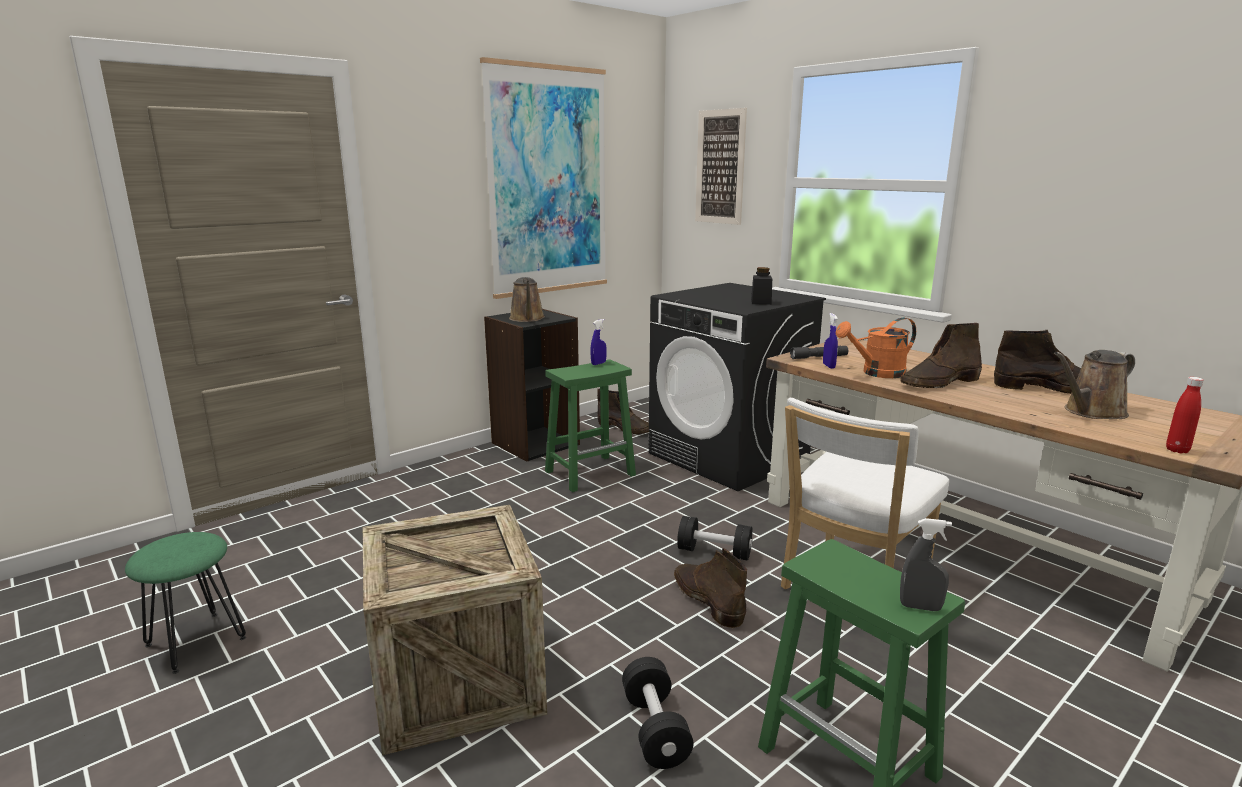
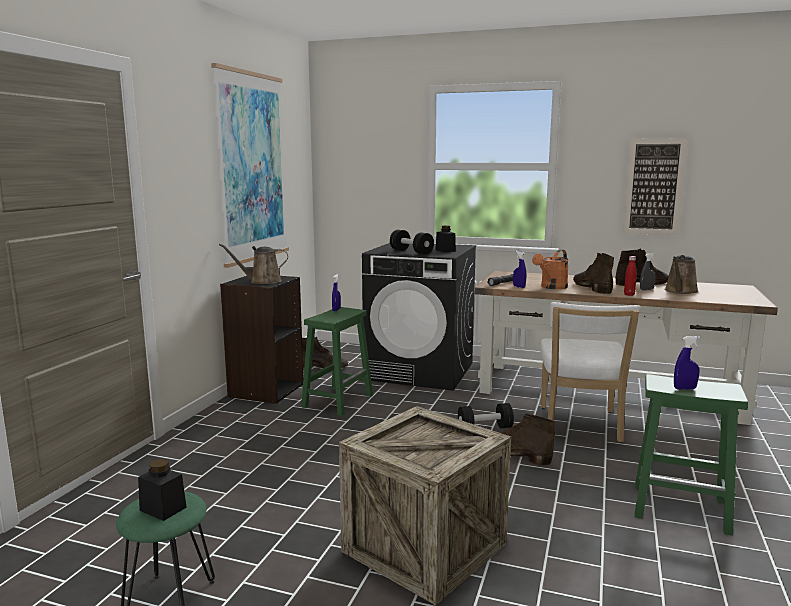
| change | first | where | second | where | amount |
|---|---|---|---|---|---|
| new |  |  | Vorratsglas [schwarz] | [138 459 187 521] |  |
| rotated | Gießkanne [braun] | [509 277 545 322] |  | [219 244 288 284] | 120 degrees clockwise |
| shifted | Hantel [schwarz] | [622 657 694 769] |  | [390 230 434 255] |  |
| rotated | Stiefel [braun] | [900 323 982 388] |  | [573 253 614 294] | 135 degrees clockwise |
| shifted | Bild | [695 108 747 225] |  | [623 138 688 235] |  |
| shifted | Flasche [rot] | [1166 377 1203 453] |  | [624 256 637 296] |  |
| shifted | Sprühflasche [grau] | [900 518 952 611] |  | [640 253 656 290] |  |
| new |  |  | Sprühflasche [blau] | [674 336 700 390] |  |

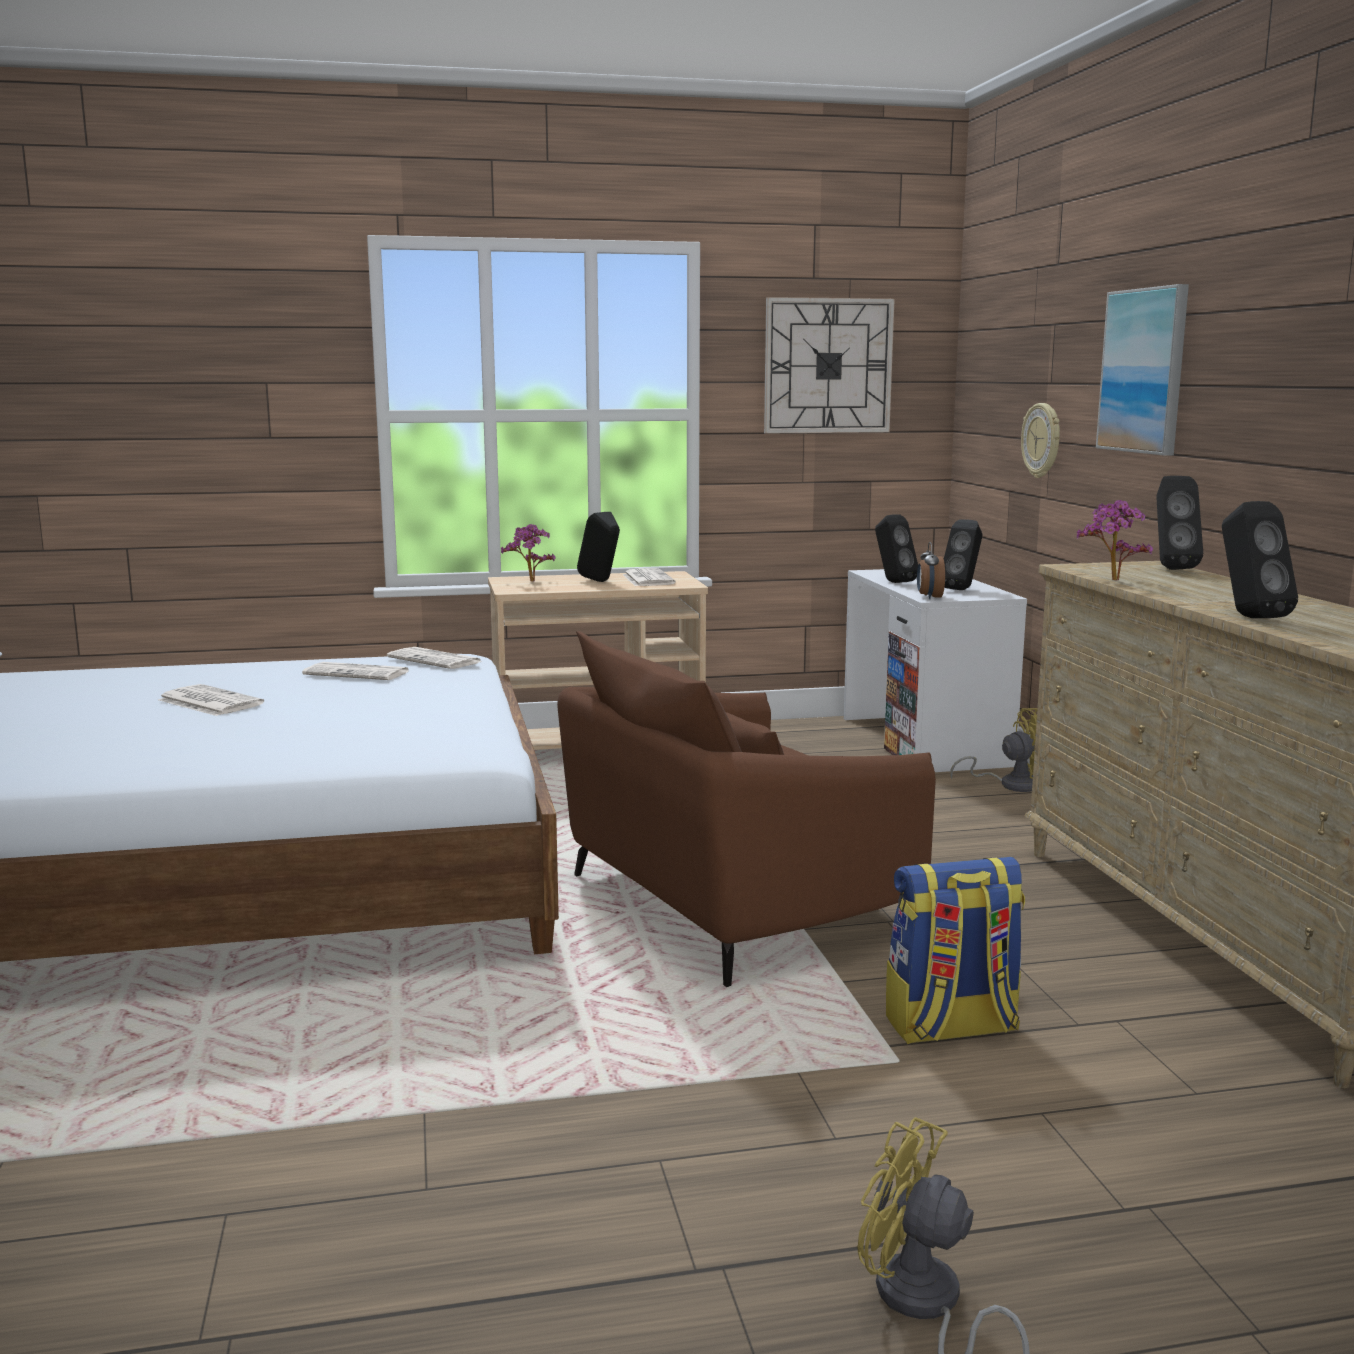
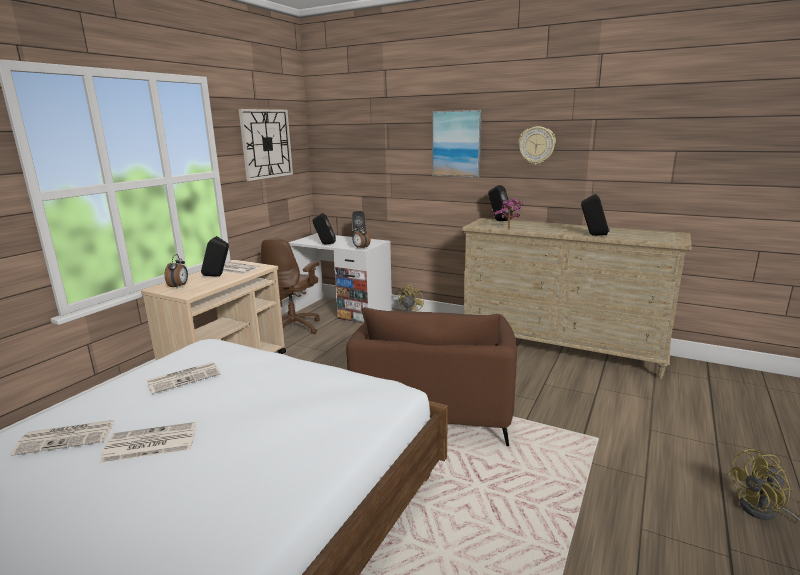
| change | first | where | second | where | amount |
|---|---|---|---|---|---|
| shifted | Zeitung | [387 647 482 669] |  | [10 420 115 456] |  |
| swapped | Topfpflanze | [501 524 556 582] | Wecker | [164 254 188 288] |  |
| new |  |  | Bürostuhl [braun] | [261 238 320 334] |  |
| shifted | Wanduhr | [1021 403 1060 478] |  | [518 126 556 165] |  |
| gone | Rucksack | [886 857 1025 1044] |  |  |  |

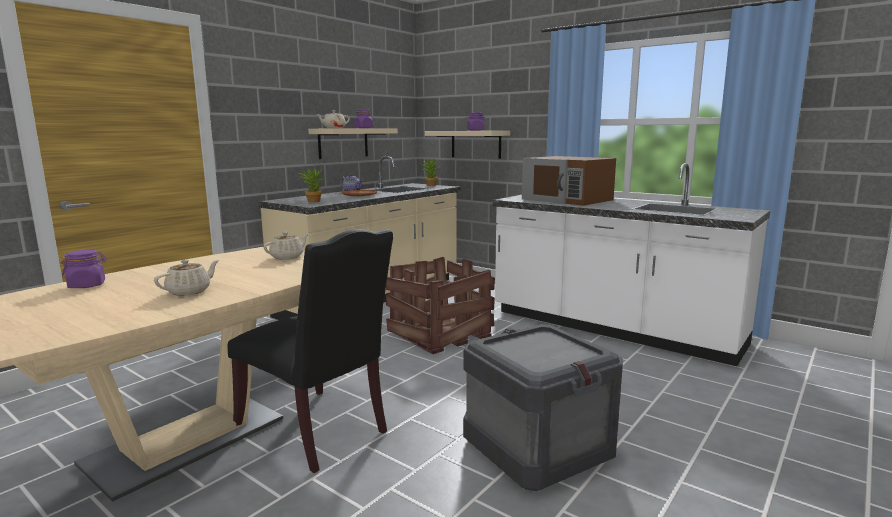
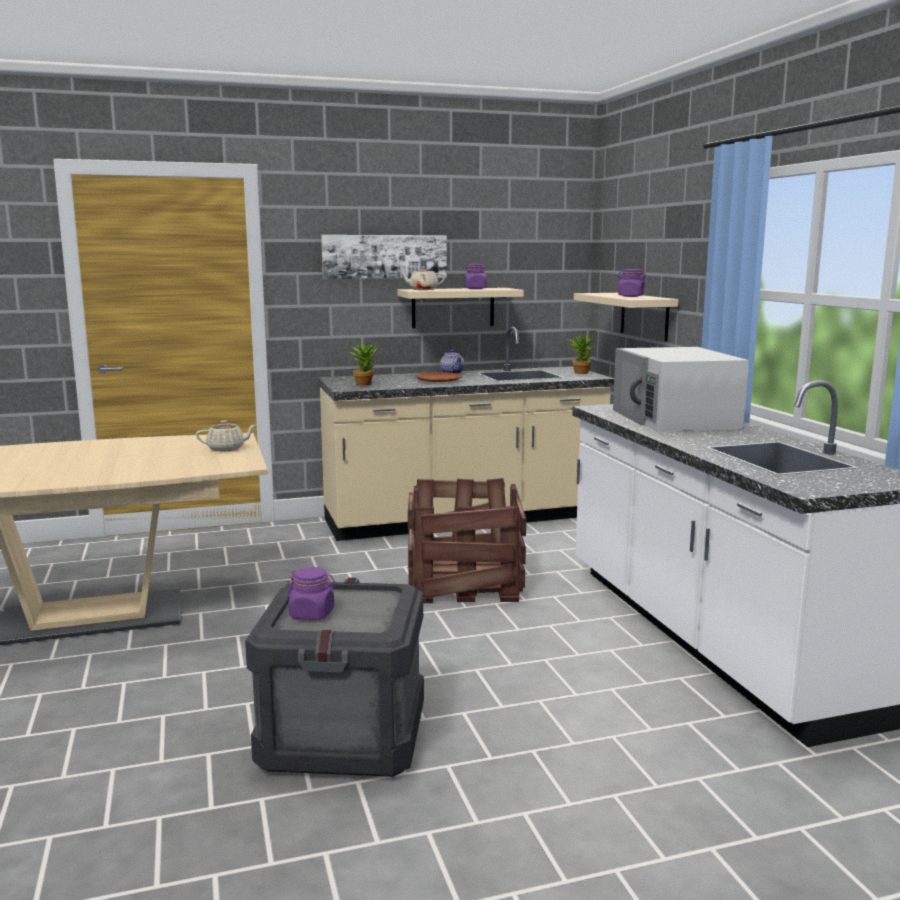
| change | first | where | second | where | amount |
|---|---|---|---|---|---|
| shifted | Vorratsglas [lila] | [61 250 107 288] |  | [287 567 336 620] |  |
| new |  |  | Bild | [321 235 447 279] |  |
| repainted | Mikrowelle [braun] | [522 156 616 206] | Mikrowelle [weiß] | [613 347 749 432] |  |
| gone | Teekanne [beige] | [154 260 219 296] |  |  |  |
| gone | Stuhl [schwarz] | [228 229 393 473] |  |  |  |

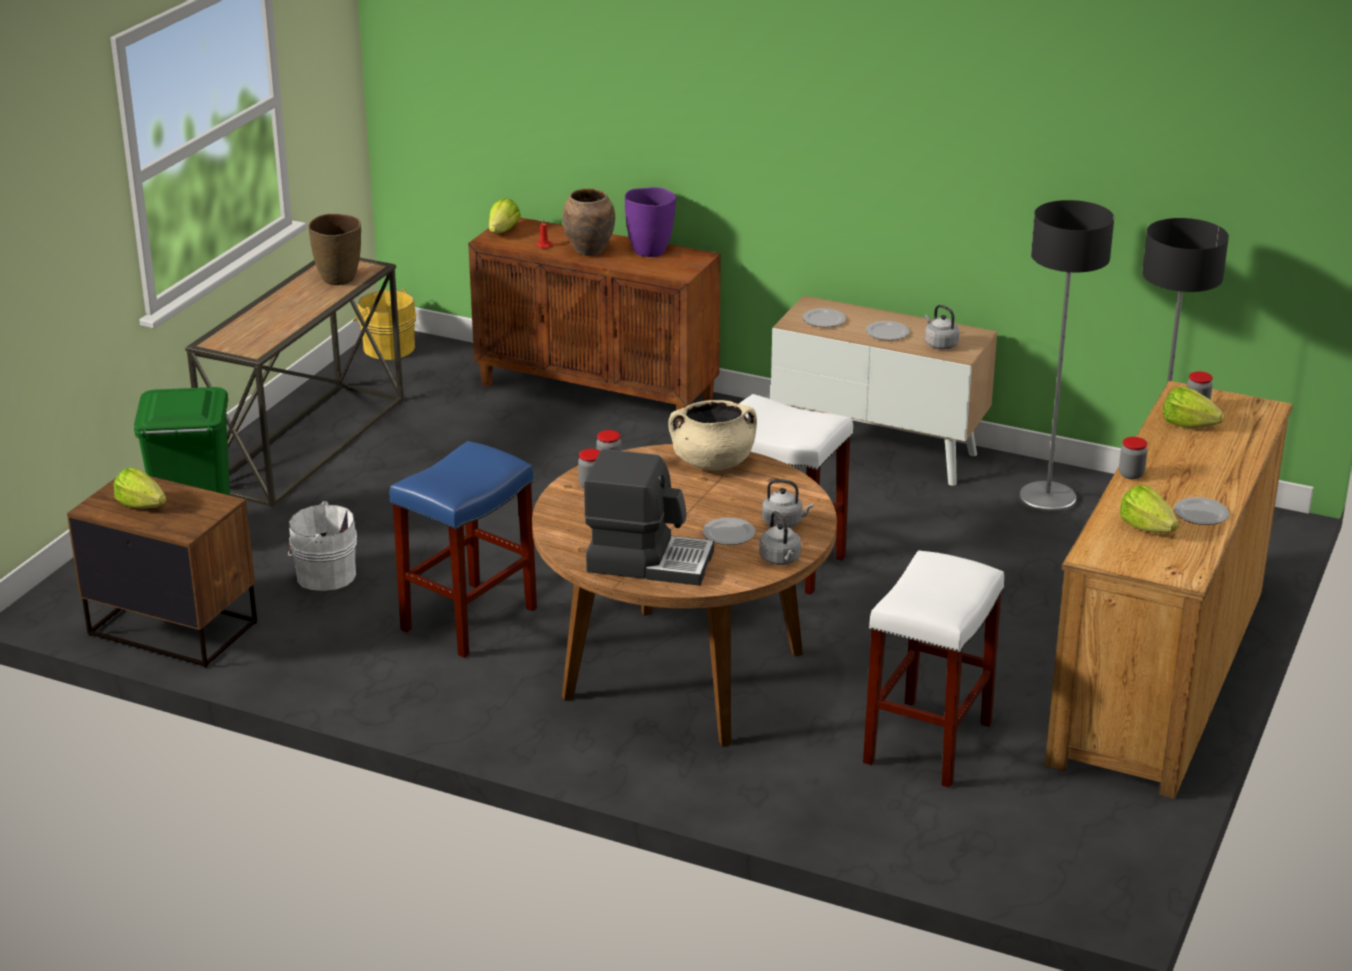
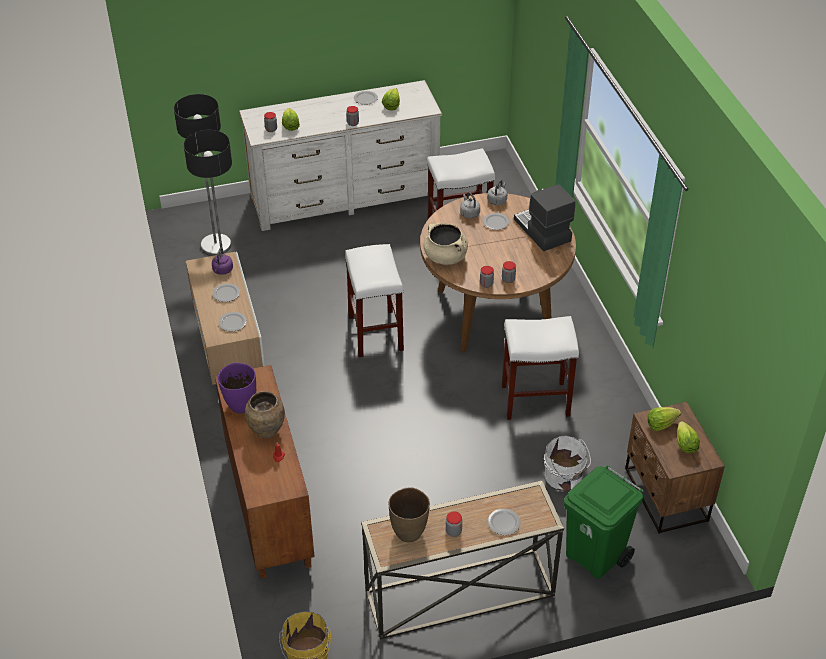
| change | first | where | second | where | amount |
|---|---|---|---|---|---|
| repainted | Wasserkessel [grau] | [925 305 959 350] | Wasserkessel [lila] | [212 248 233 275] |  |
| repainted | Kommode [braun] | [1045 381 1293 799] | Kommode [weiß] | [239 80 442 231] |  |
| new |  |  | Vorratsglas | [446 511 462 537] |  |
| new |  |  | Teller | [488 509 521 535] |  |
| repainted | Hocker [blau] | [389 441 537 658] | Hocker [weiß] | [502 316 579 420] |  |
| shifted | Salatkopf | [489 198 521 233] |  | [648 407 681 431] |  |

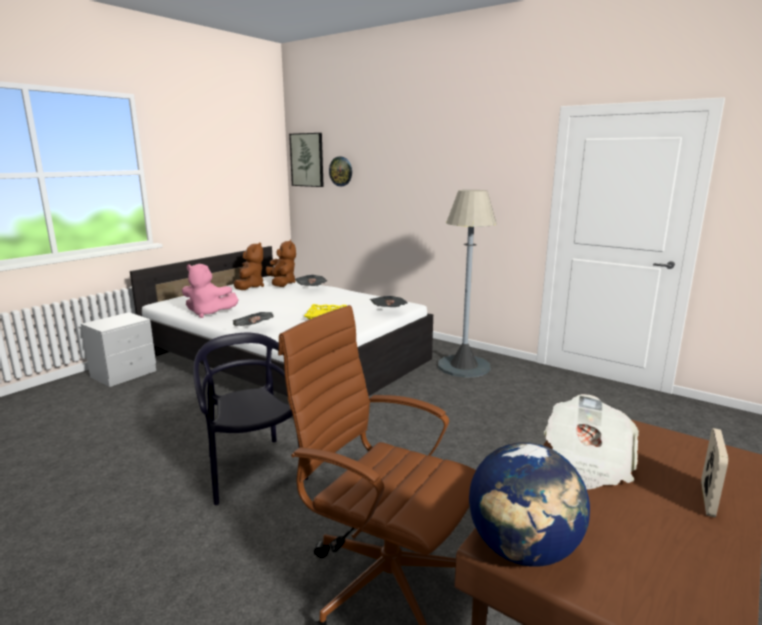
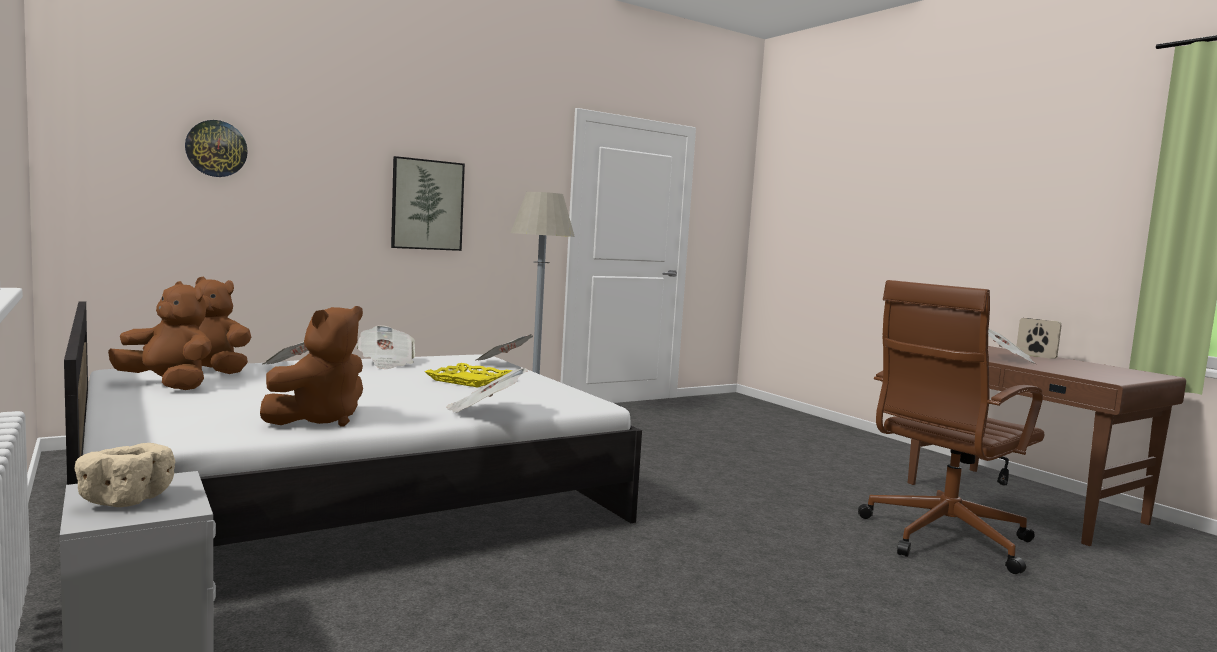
| change | first | where | second | where | amount |
|---|---|---|---|---|---|
| new |  |  | Schüssel [beige] | [75 443 175 507] |  |
| repainted | Plüschtier [rosa] | [182 264 238 318] | Plüschtier [braun] | [260 306 363 427] |  |
| new |  |  | Zeitung | [356 325 415 369] |  |
| shifted | Bild | [289 133 324 187] |  | [391 156 465 251] |  |
| gone | Stuhl [schwarz] | [193 333 308 505] |  |  |  |
| gone | Globus | [469 442 590 567] |  |  |  |

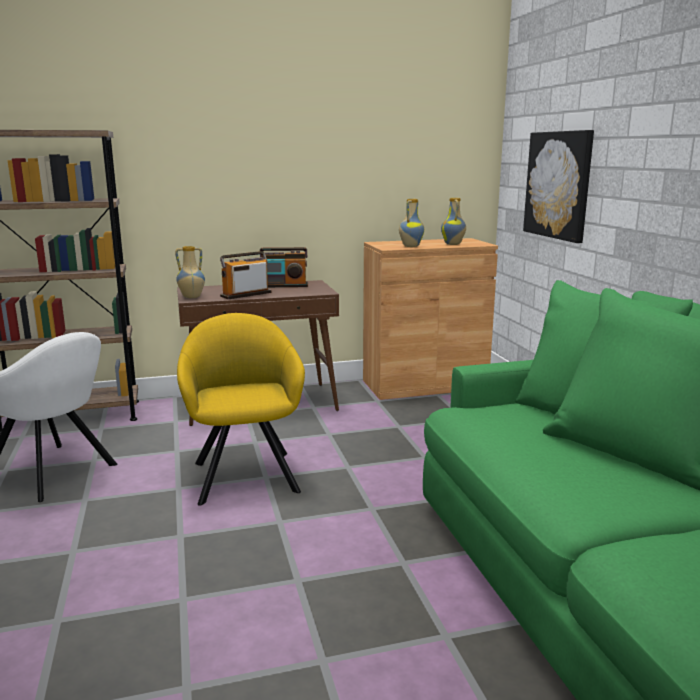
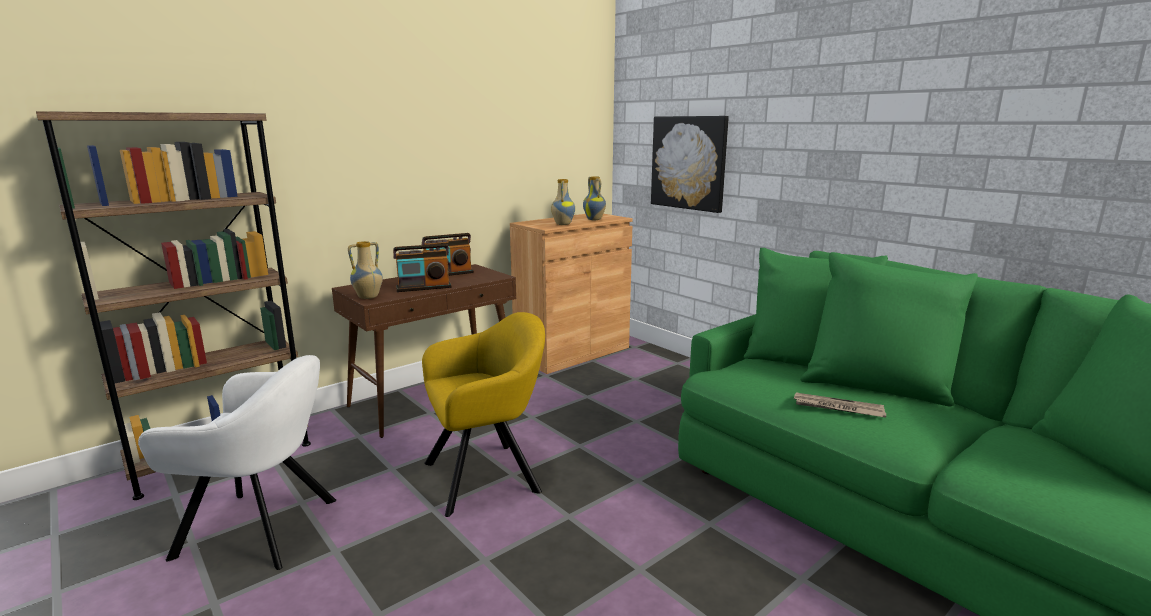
| change | first | where | second | where | amount |
|---|---|---|---|---|---|
| rotated | Radio | [220 251 272 299] |  | [393 244 452 292] | 135 degrees counterclockwise |
| rotated | Sessel [gelb] | [177 313 305 506] |  | [422 312 545 517] | 105 degrees clockwise |
| new |  |  | Zeitung | [793 393 886 418] |  |

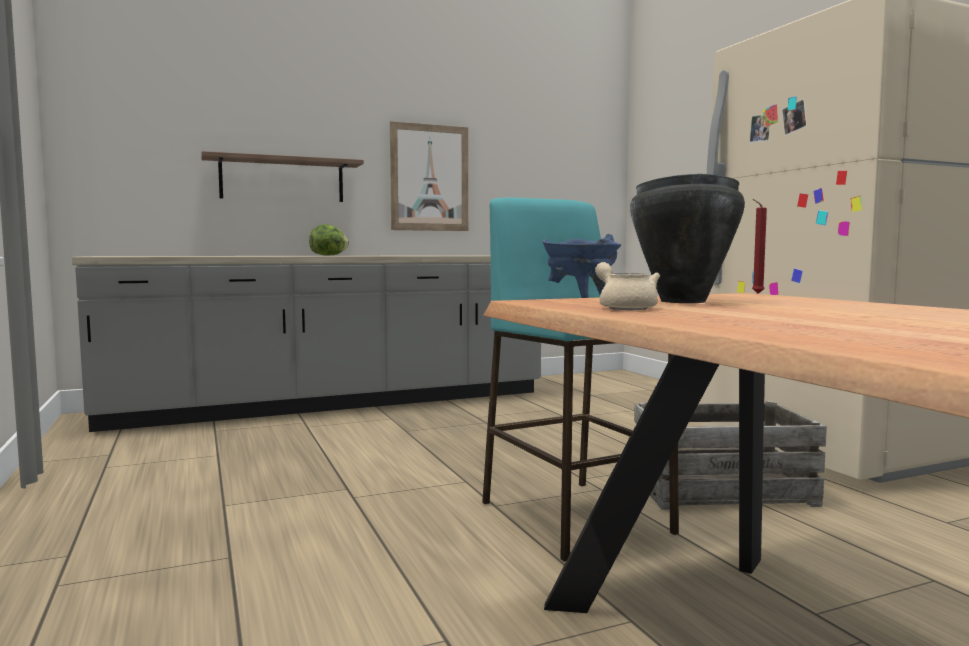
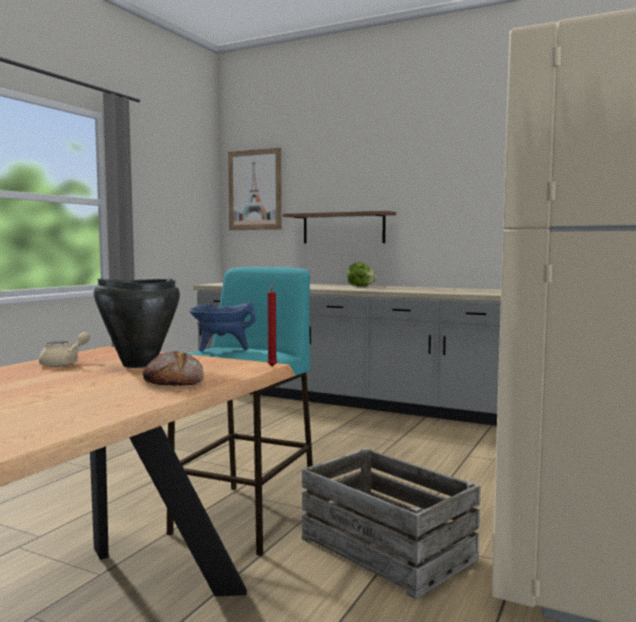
| change | first | where | second | where | amount |
|---|---|---|---|---|---|
| new |  |  | Brot | [143 351 204 386] |  |
| shifted | Bild | [390 121 468 231] |  | [228 148 282 230] |  |

